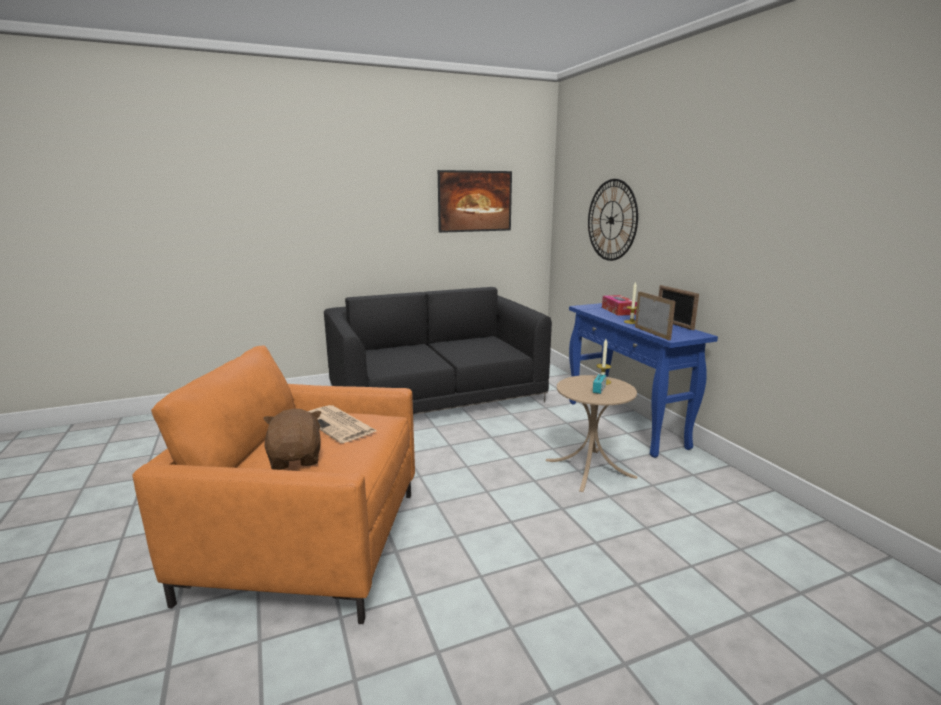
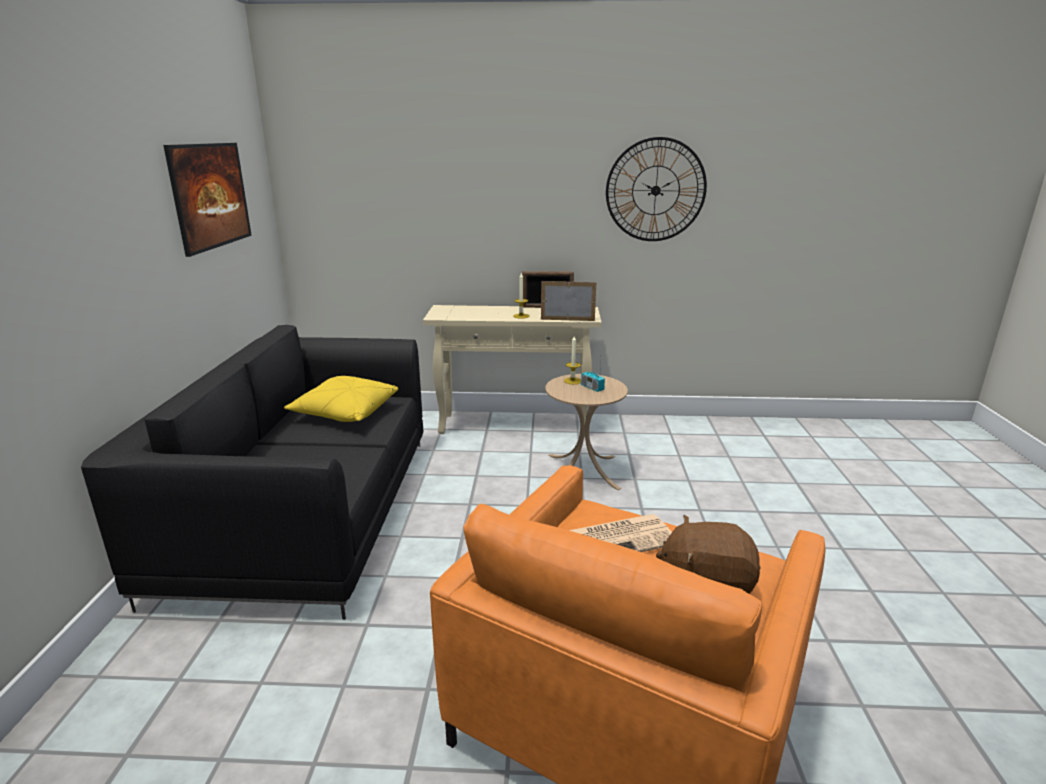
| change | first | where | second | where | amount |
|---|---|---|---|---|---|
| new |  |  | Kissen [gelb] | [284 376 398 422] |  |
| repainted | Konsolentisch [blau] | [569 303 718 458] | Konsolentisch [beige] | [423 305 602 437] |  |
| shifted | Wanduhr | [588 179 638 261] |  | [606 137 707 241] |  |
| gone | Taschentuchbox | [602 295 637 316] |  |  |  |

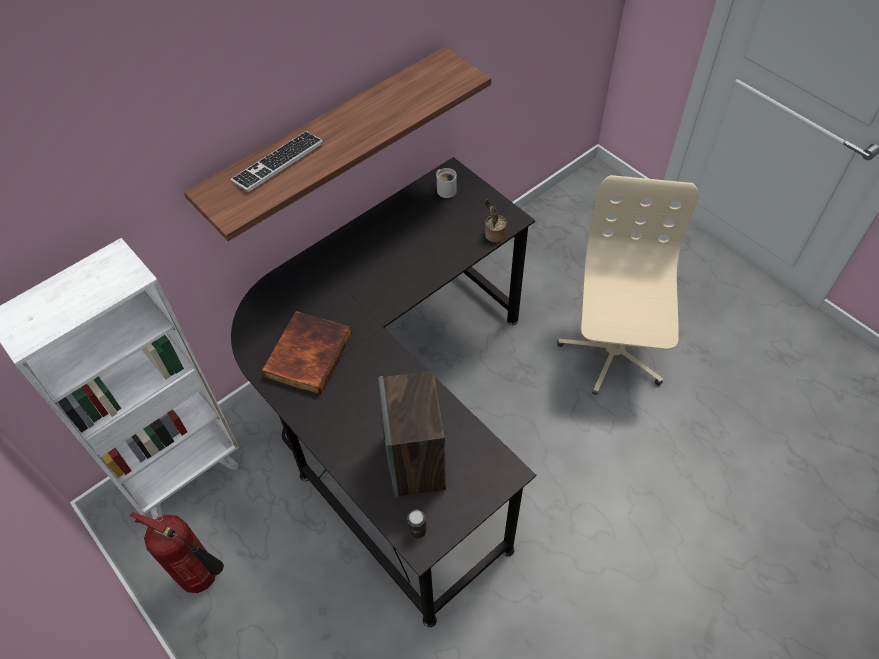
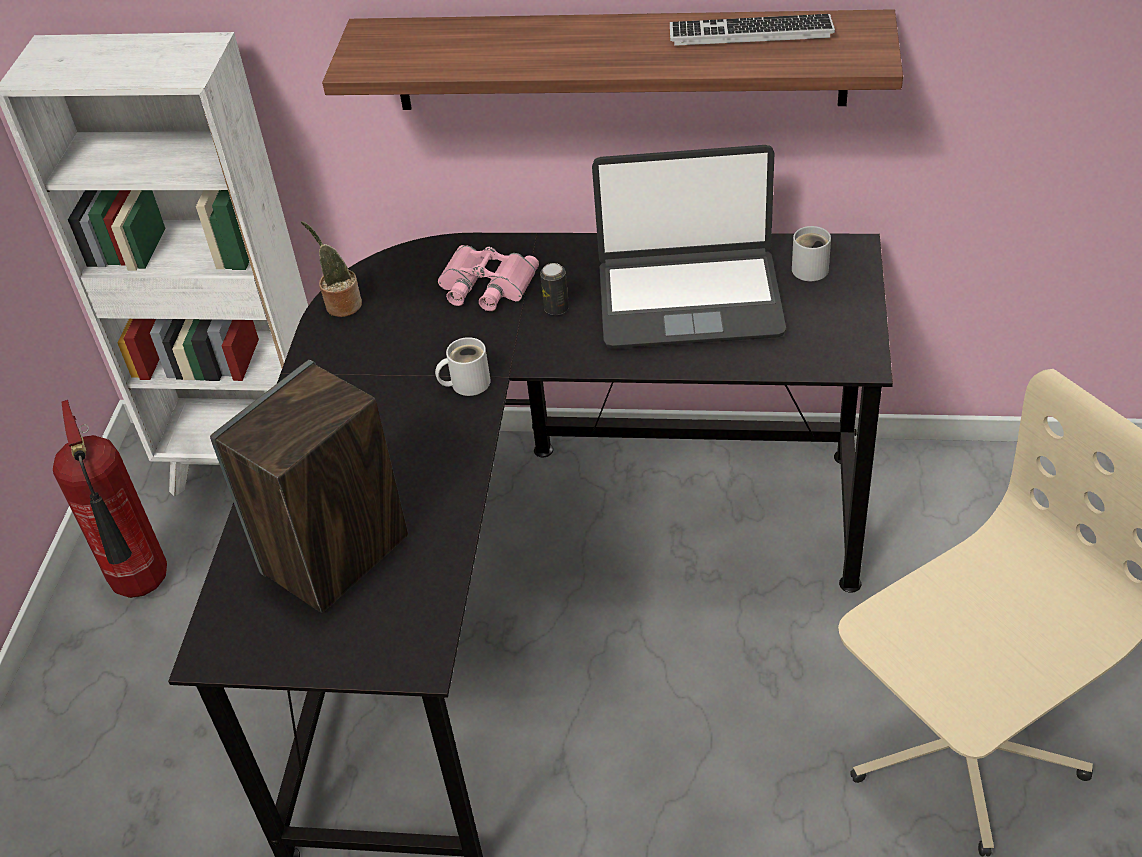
| change | first | where | second | where | amount |
|---|---|---|---|---|---|
| shifted | Topfpflanze | [485 199 507 243] |  | [301 221 362 317] |  |
| new |  |  | Henkelbecher [weiß] | [435 337 491 396] |  |
| new |  |  | Fernglas [rosa] | [438 245 539 311] |  |
| shifted | Dose | [407 510 427 539] |  | [540 263 569 315] |  |
| new |  |  | Laptop | [592 145 786 349] |  |
| shifted | Tastatur | [231 131 323 192] |  | [670 14 835 46] |  |
| gone | Buch | [262 311 352 395] |  |  |  |

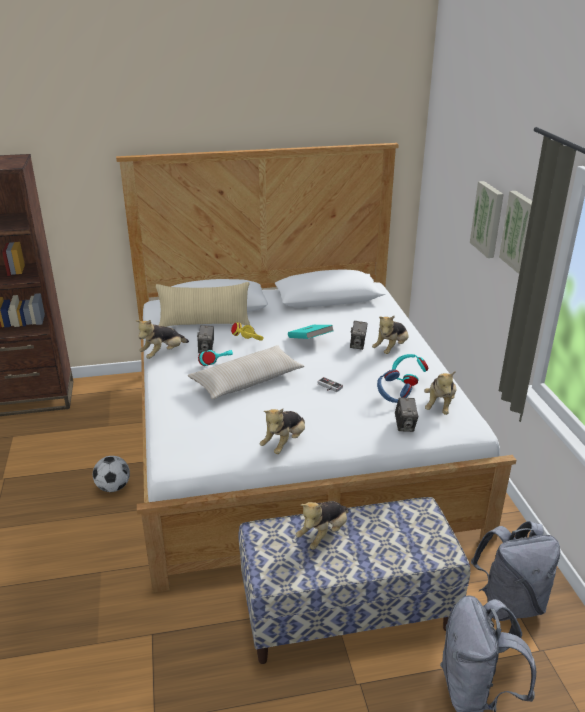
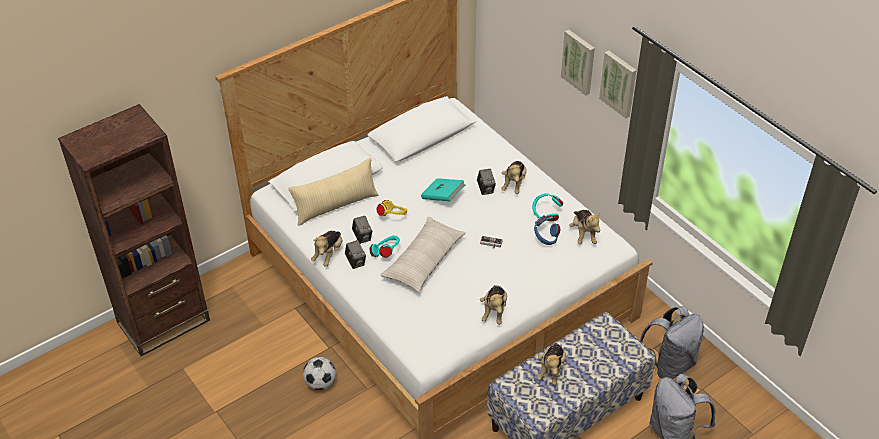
| change | first | where | second | where | amount |
|---|---|---|---|---|---|
| shifted | Kamera | [395 397 418 432] |  | [345 240 366 269] |  |

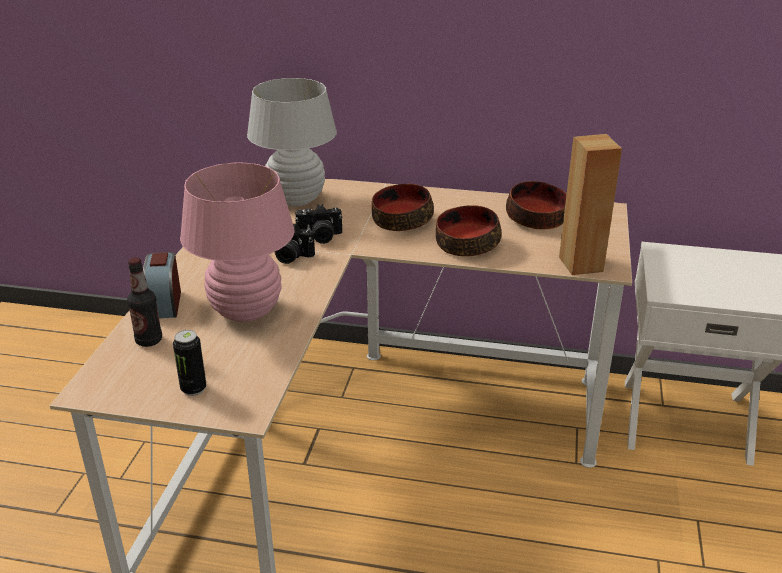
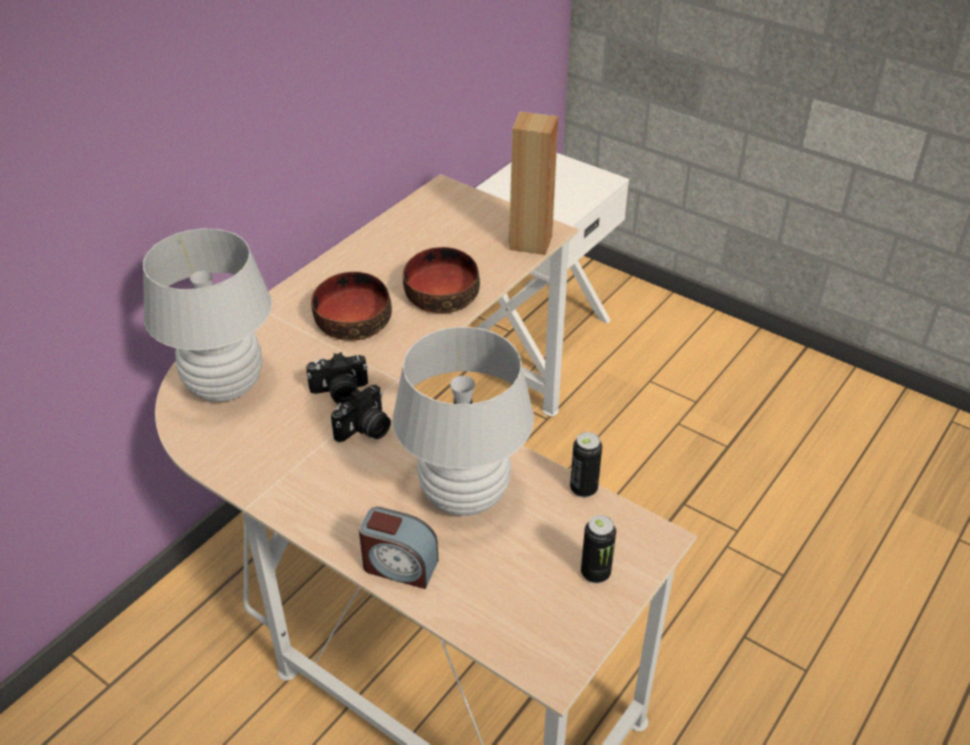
| change | first | where | second | where | amount |
|---|---|---|---|---|---|
| rotated | Kamera | [295 204 343 244] |  | [306 352 368 404] | 60 degrees clockwise |
| repainted | Tischlampe [rosa] | [180 163 295 322] | Tischlampe [weiß] | [393 326 534 516] |  |
| new |  |  | Dose | [570 432 602 498] |  |
| gone | Flasche | [127 257 162 347] |  |  |  |
| gone | Schüssel | [506 181 567 230] |  |  |  |

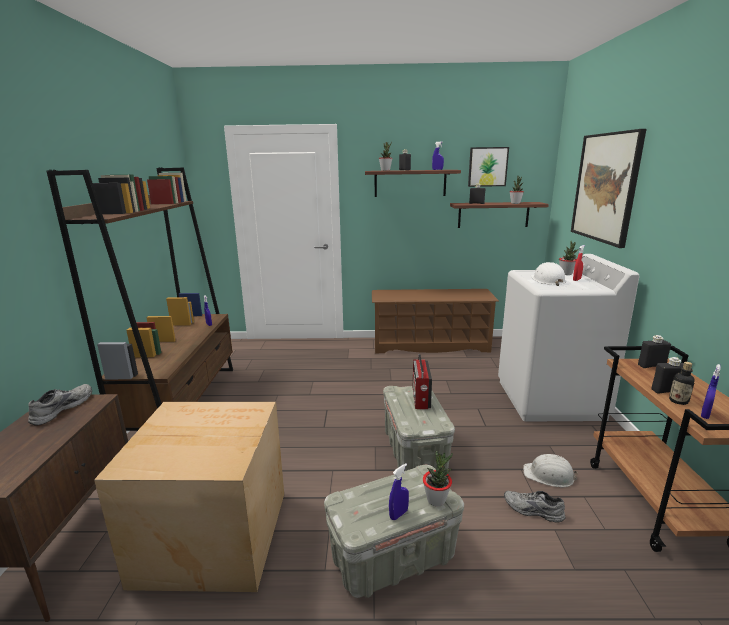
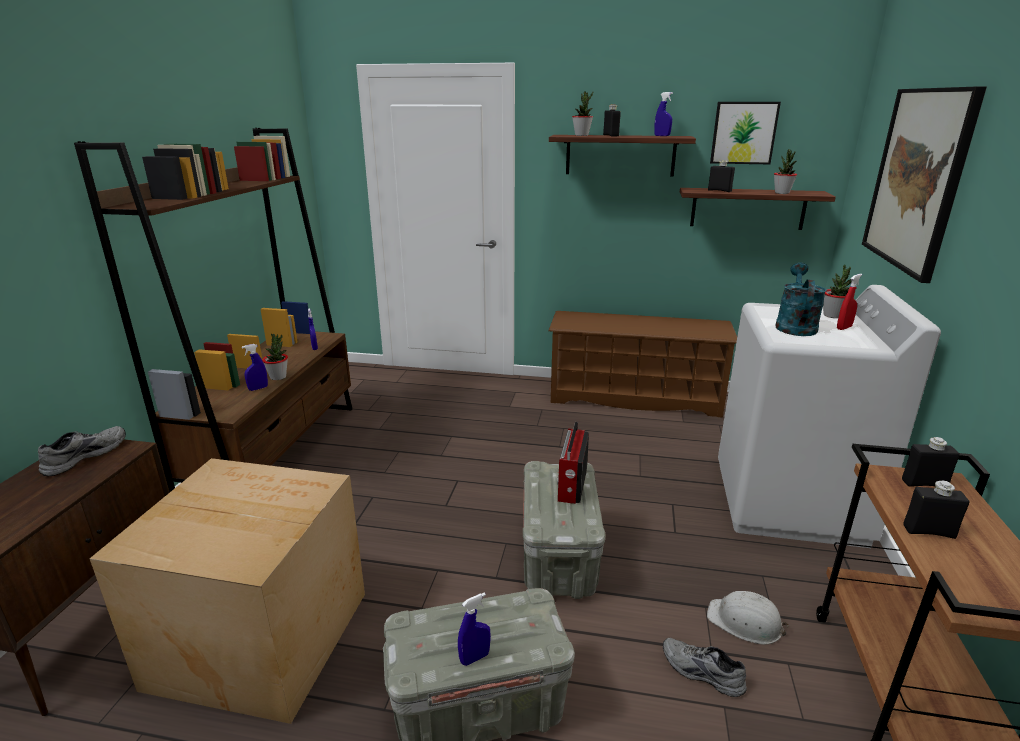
| change | first | where | second | where | amount |
|---|---|---|---|---|---|
| shifted | Sprühflasche [blau] | [701 364 721 419] |  | [242 344 268 391] |  |
| shifted | Topfpflanze | [423 451 453 507] |  | [262 334 288 380] |  |
| swapped | Schutzhelm [weiß] | [531 262 566 286] | Gießkanne [türkis] | [775 263 827 336] |  |
| gone | Flasche | [669 362 695 405] |  |  |  |

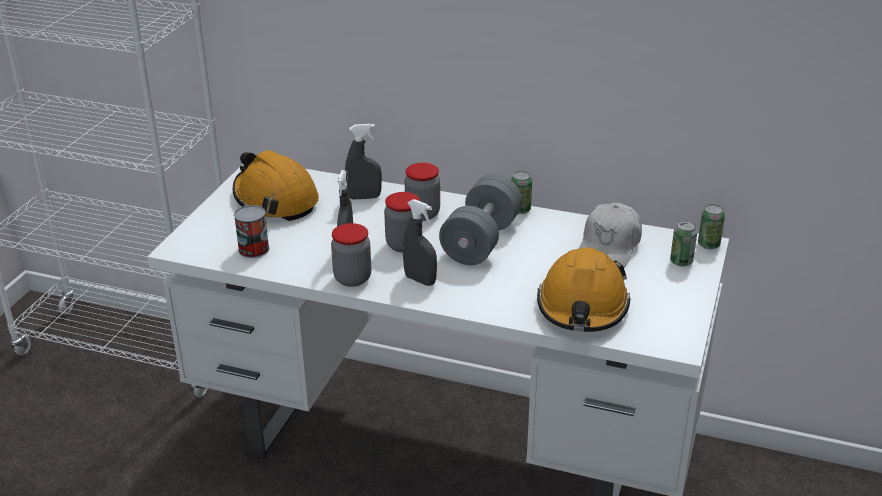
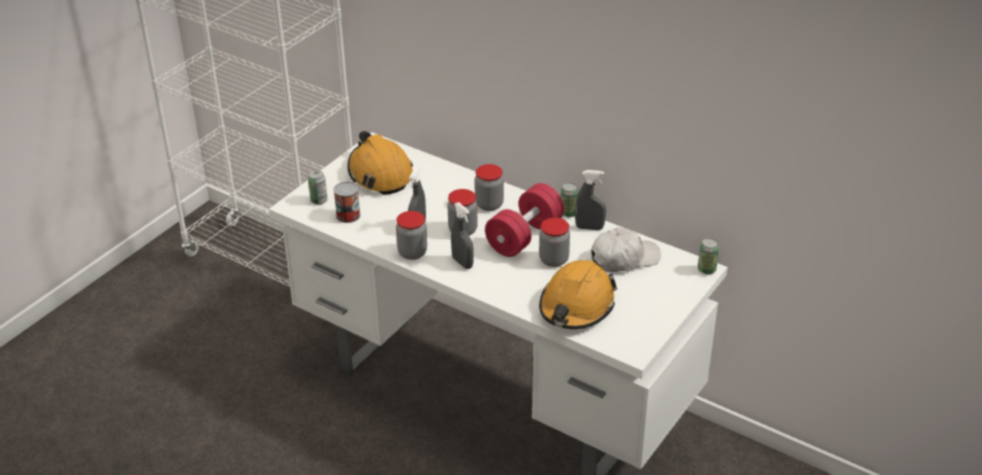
| change | first | where | second | where | amount |
|---|---|---|---|---|---|
| shifted | Dose | [670 221 697 267] |  | [308 170 328 205] |  |
| repainted | Hantel [grau] | [439 174 522 265] | Hantel [rot] | [485 183 564 257] |  |
| new |  |  | Vorratsglas | [539 218 570 267] |  |
| shifted | Sprühflasche [grau] | [345 124 382 200] |  | [575 170 606 230] |  |
| rotated | Kappe [weiß] | [579 203 642 267] |  | [591 227 661 272] | 150 degrees counterclockwise |

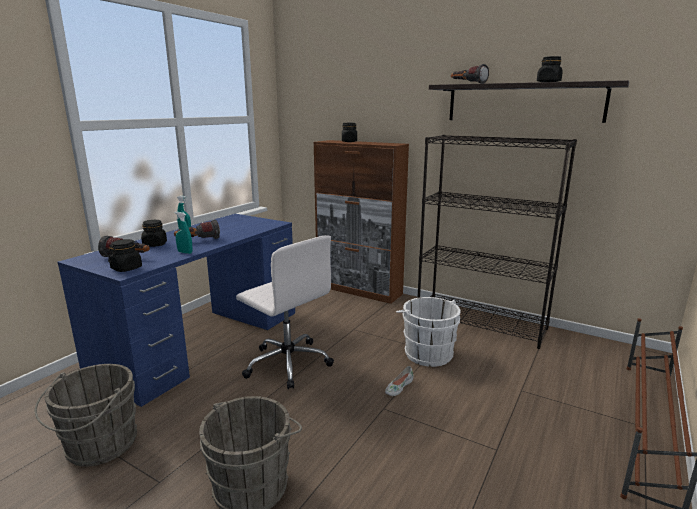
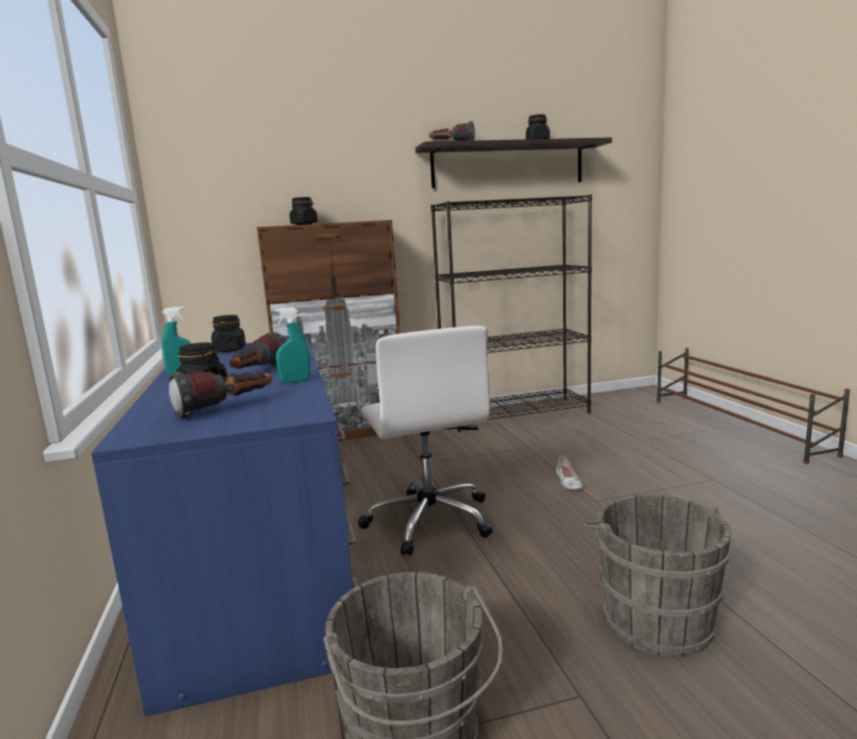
| change | first | where | second | where | amount |
|---|---|---|---|---|---|
| shifted | Vorratsglas [schwarz] | [108 239 142 272] |  | [211 315 246 352] |  |
| rotated | Bürostuhl [weiß] | [236 235 334 389] |  | [358 326 493 556] | 75 degrees clockwise |
| gone | Eimer [weiß] | [396 297 461 367] |  |  |  |

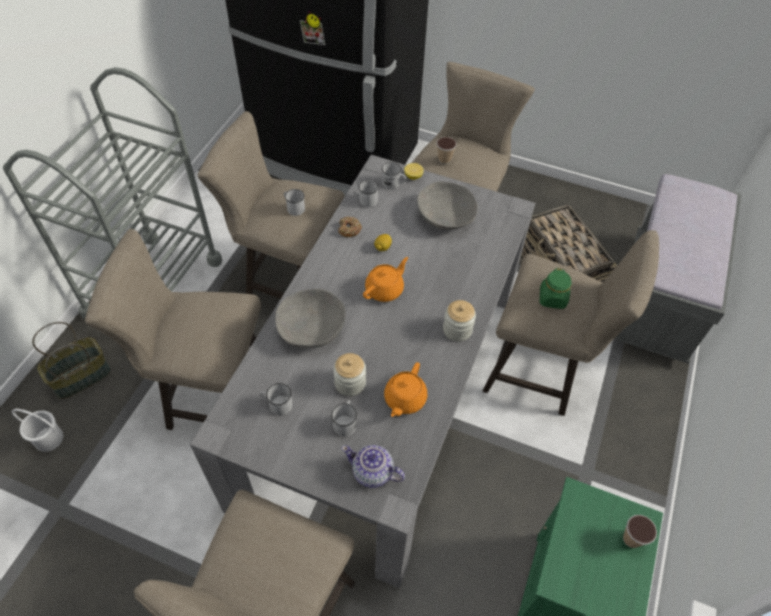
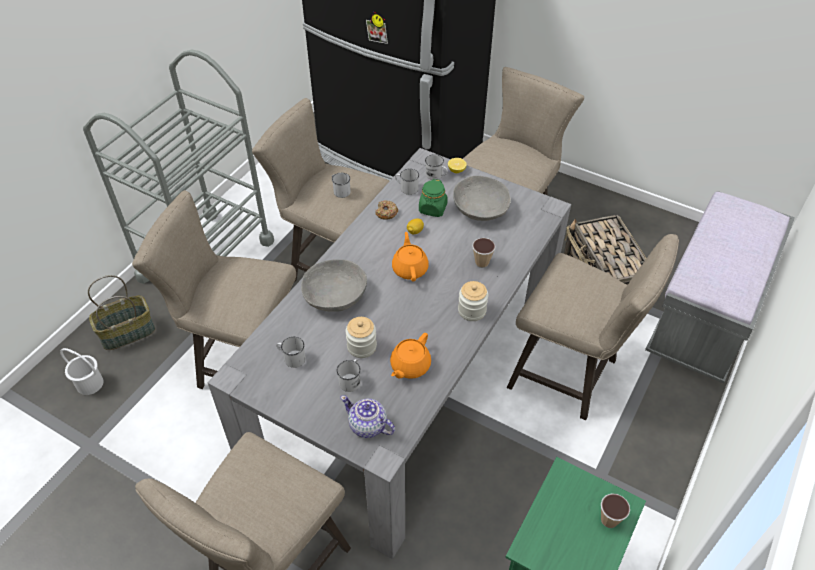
| change | first | where | second | where | amount |
|---|---|---|---|---|---|
| rotated | Teekanne [orange] | [363 257 408 302] |  | [392 232 429 281] | 60 degrees counterclockwise |
| shifted | Vorratsglas [grün] | [540 268 572 309] |  | [419 179 448 217] |  |
| shifted | Tasse | [436 137 457 164] |  | [472 238 496 268] |  |

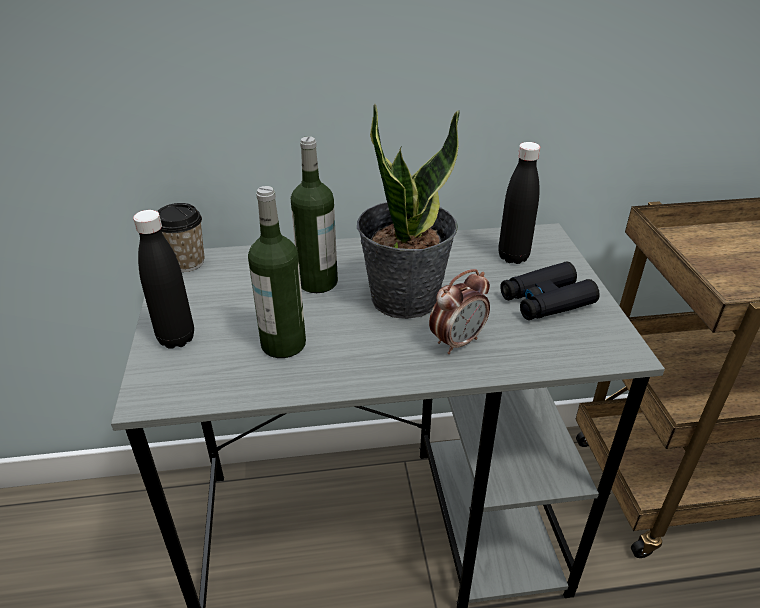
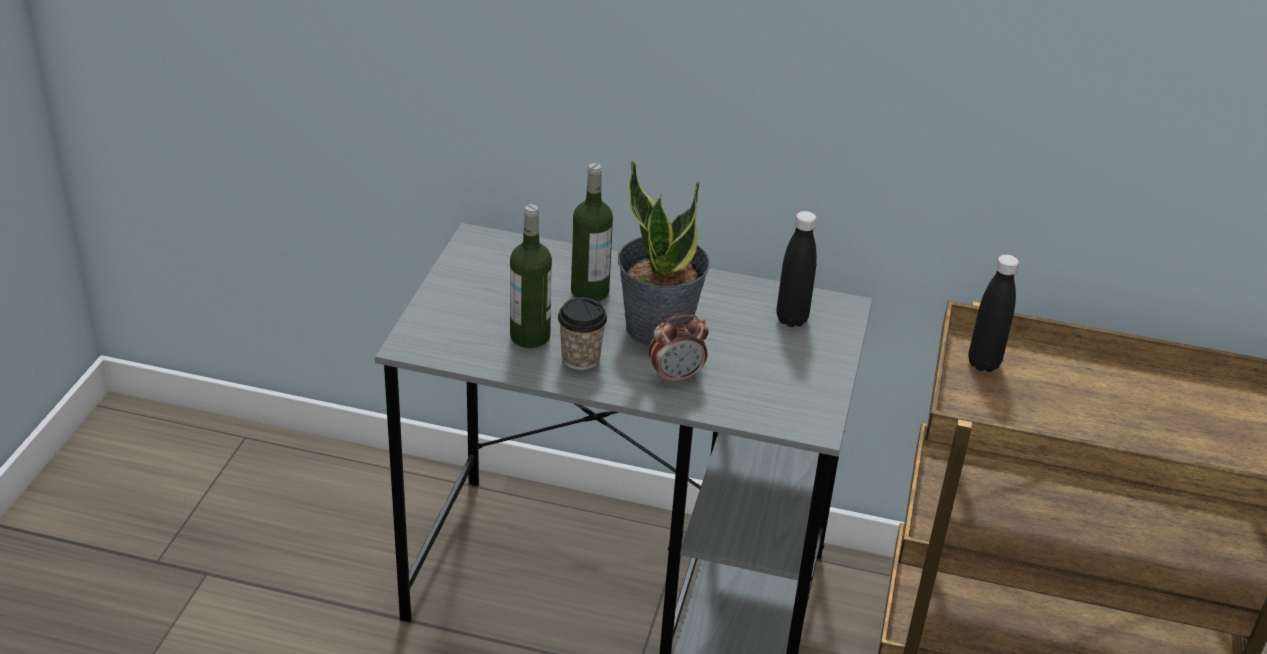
| change | first | where | second | where | amount |
|---|---|---|---|---|---|
| shifted | Tasse | [157 203 204 272] |  | [558 297 607 370] |  |
| shifted | Flasche [schwarz] | [133 210 194 349] |  | [968 255 1019 372] |  |
| gone | Fernglas [schwarz] | [500 262 600 320] |  |  |  |

